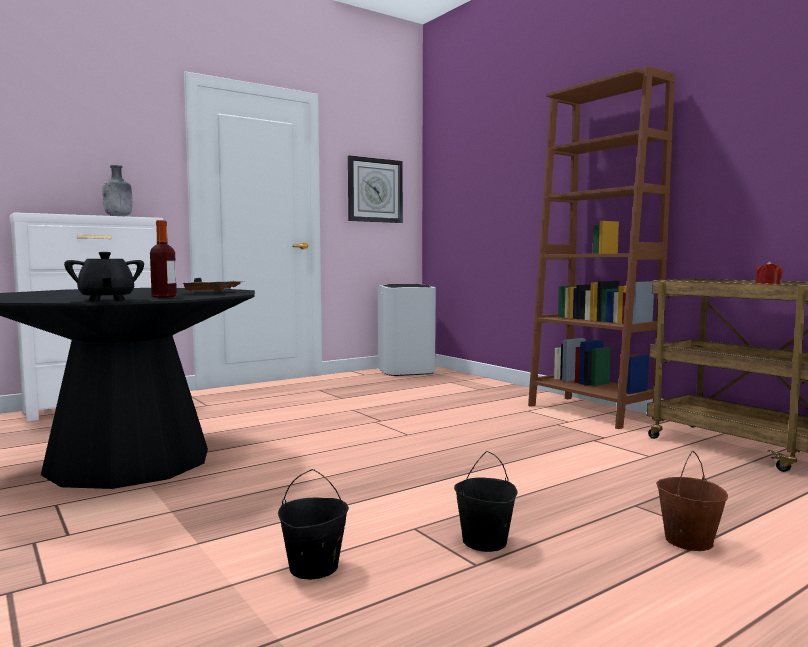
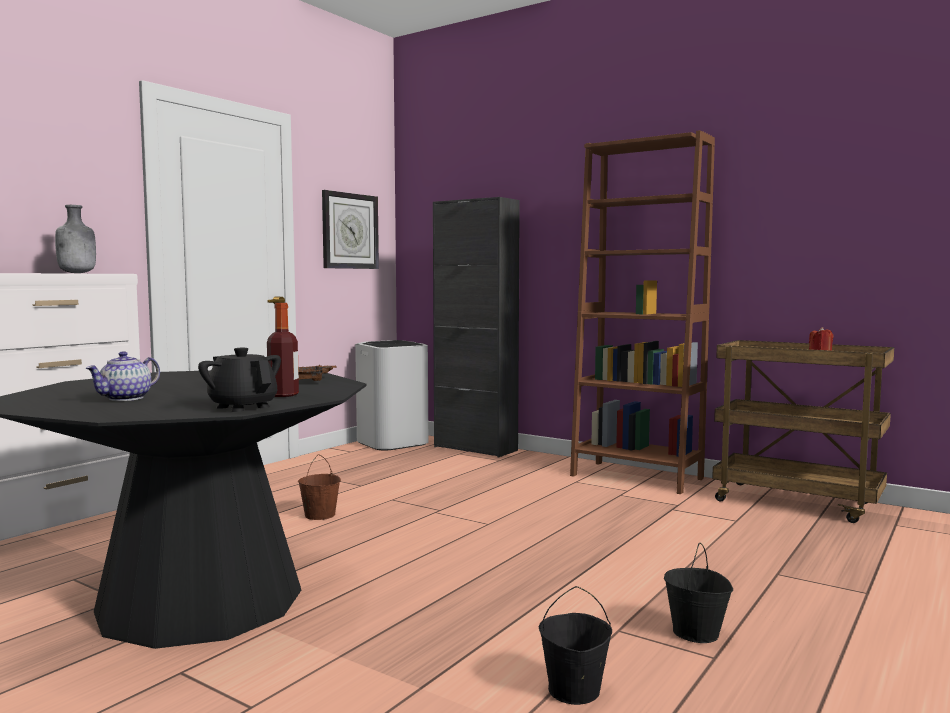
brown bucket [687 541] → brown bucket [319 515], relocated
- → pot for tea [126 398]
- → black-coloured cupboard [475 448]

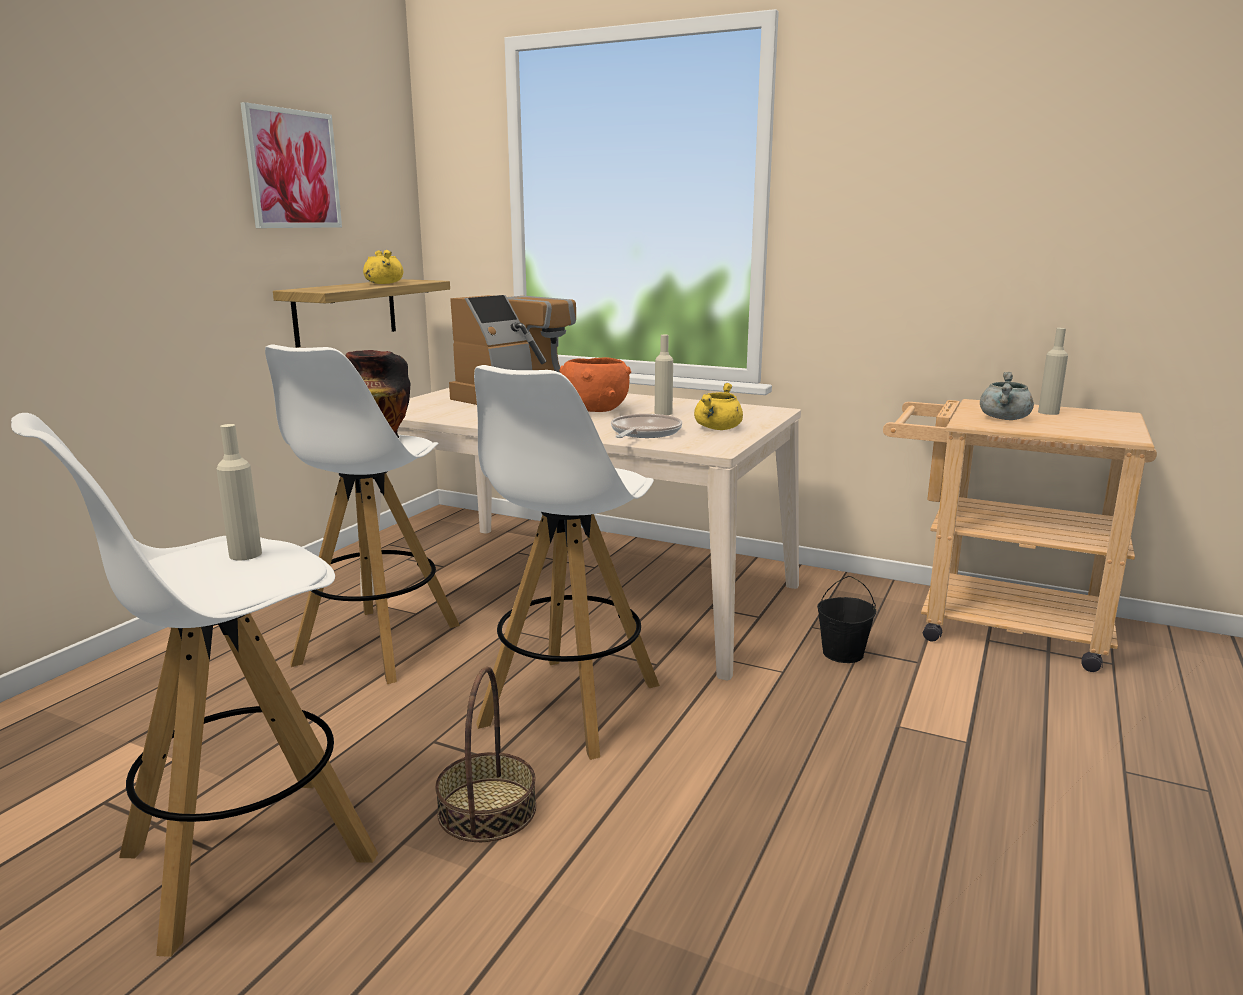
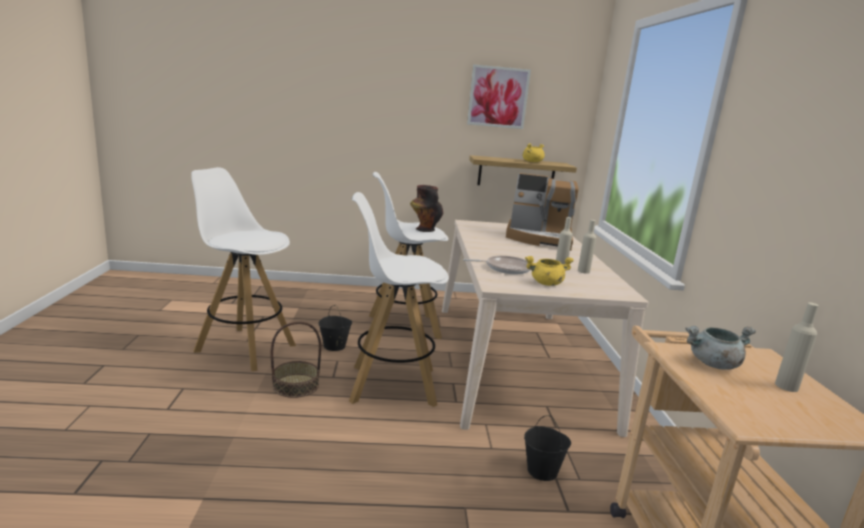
beige beverage bottle [245 554] → beige beverage bottle [583 271], relocated
orangey serving bowl [595 410] → -
- → black-coloured bucket [334 346]

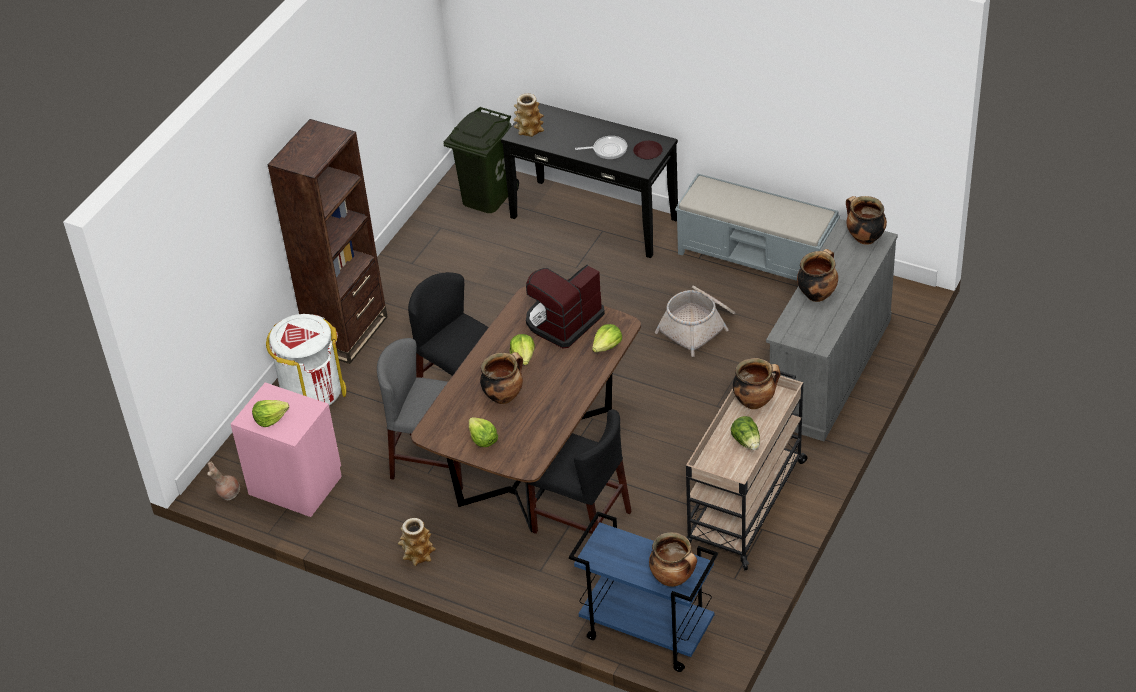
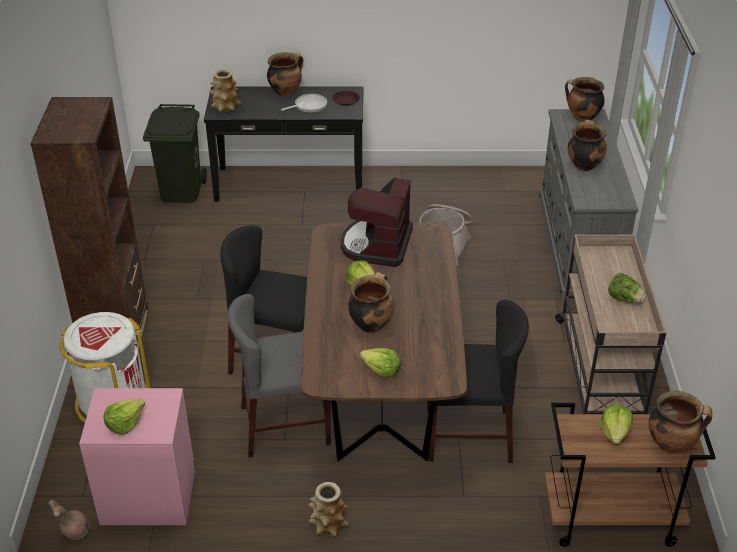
blue-coloured trolley [645 632] → brown trolley [609 519]
lettuce head [607 346] → lettuce head [615 432], relocated
gray bench [757 258] → -
cooking pot [755 401] → cooking pot [285 91], relocated

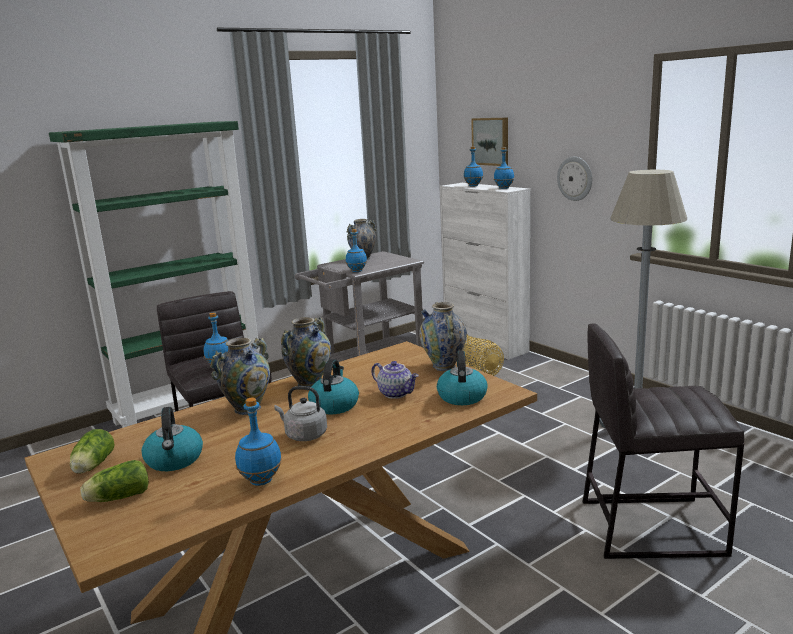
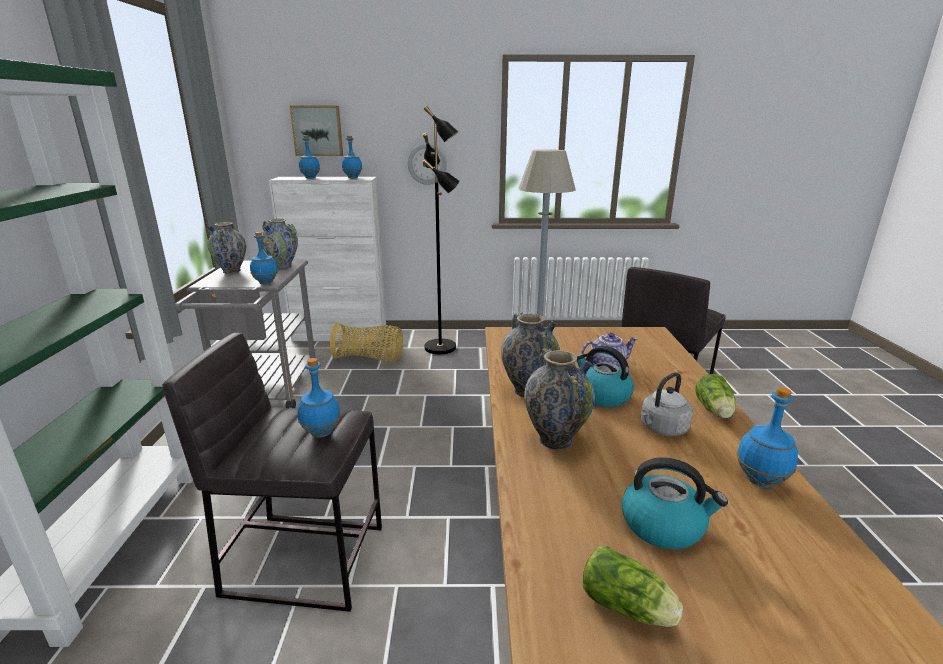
lettuce head [117 498] → lettuce head [714 411], relocated
flower vase [444 366] → flower vase [283 266], relocated
water kettle [461 396] → -
- → black-coloured standard lamp [441 347]

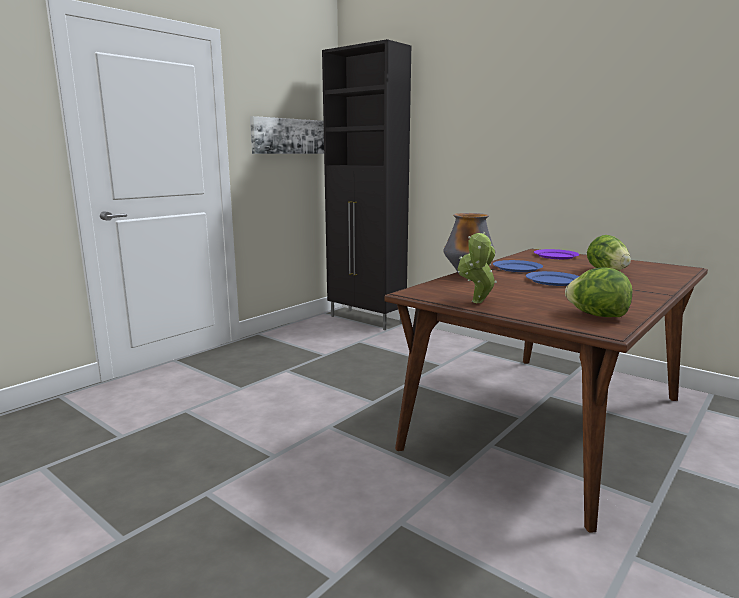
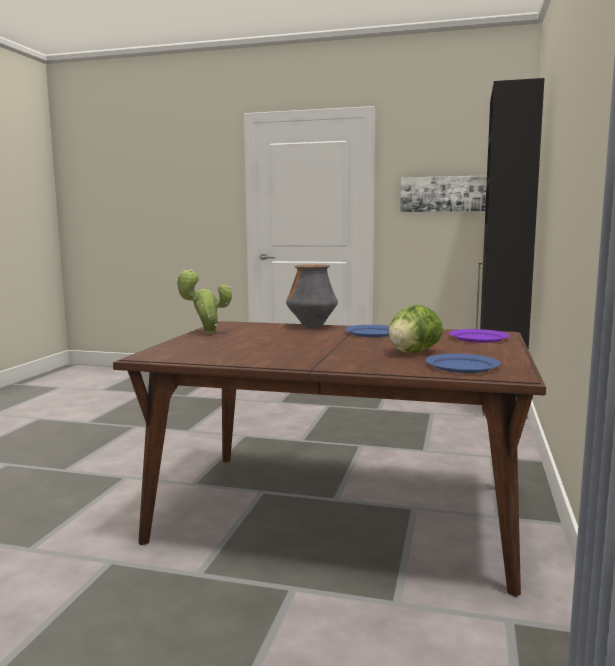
blue-coloured flat dish [552 281] → blue-coloured flat dish [461 366], relocated
lettuce head [596 315] → -

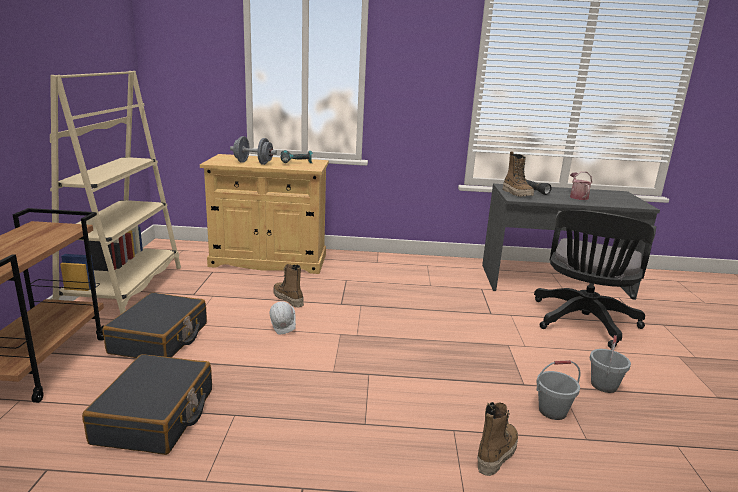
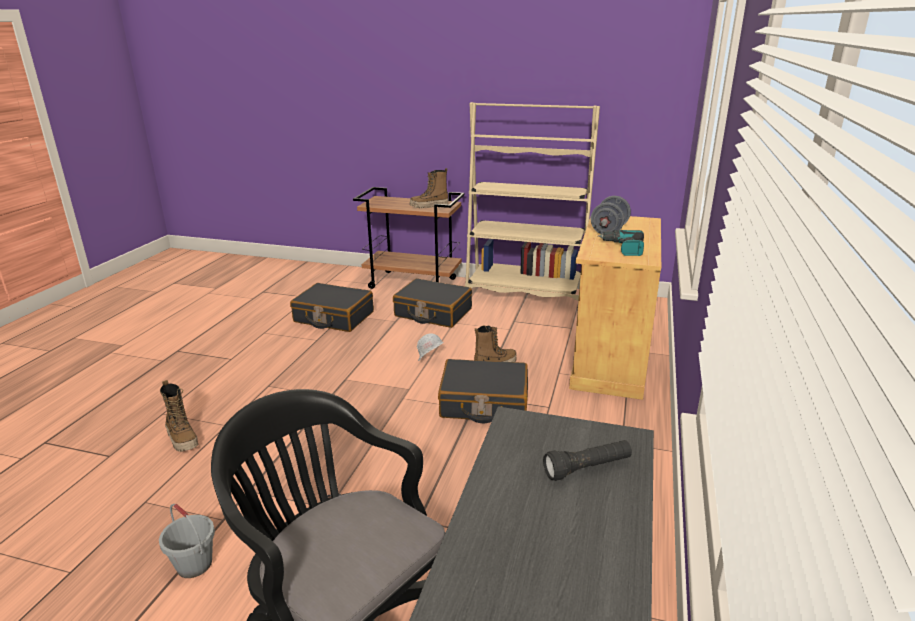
tall boot [517 193] → tall boot [429 206], relocated
gray bucket [552 411] → -
watering can [577 197] → -
- → black-coloured suitcase [484 403]

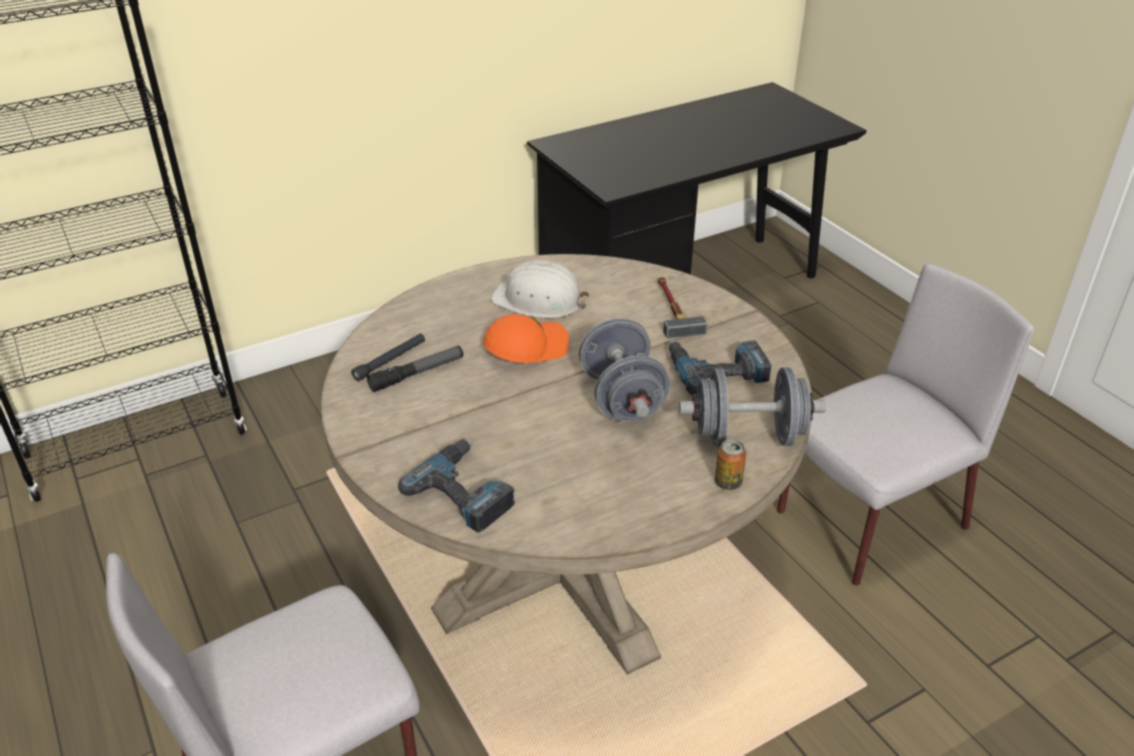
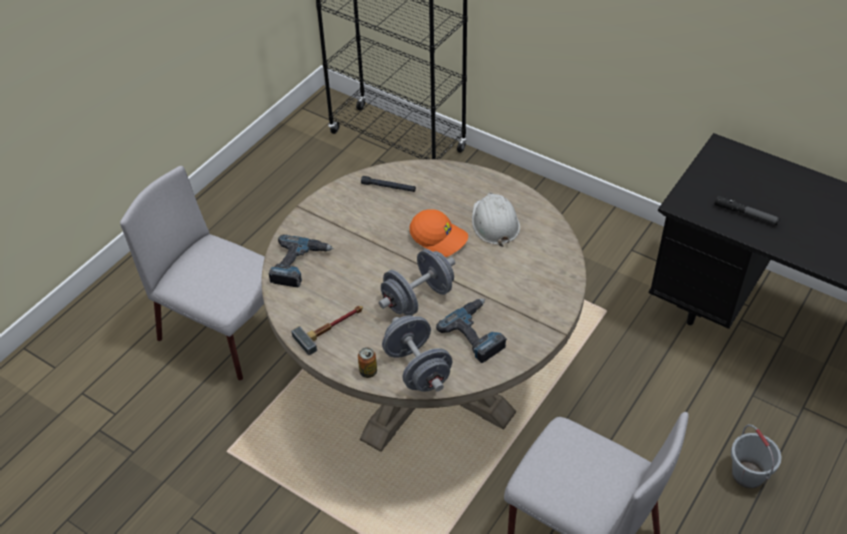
torch [417 374] → torch [746 214], relocated
hand hammer [672 309] → hand hammer [332 328], relocated
- → gray bucket [748 475]

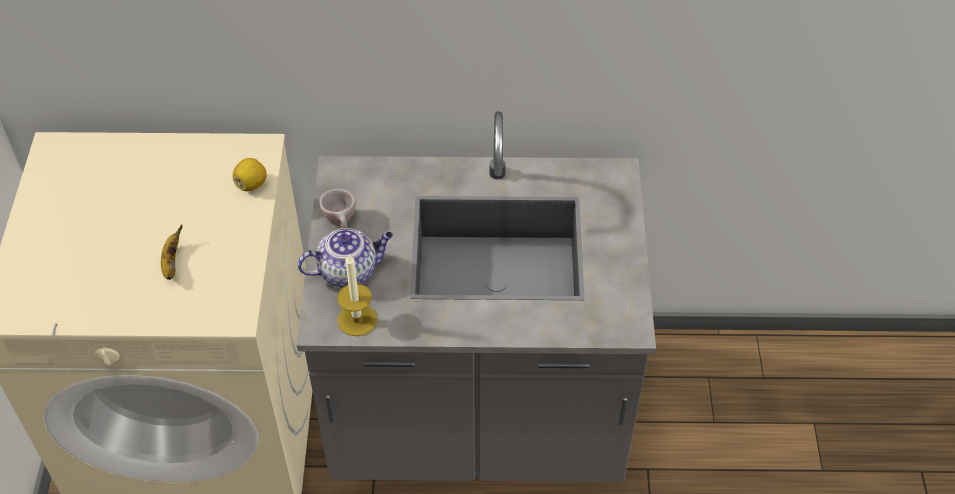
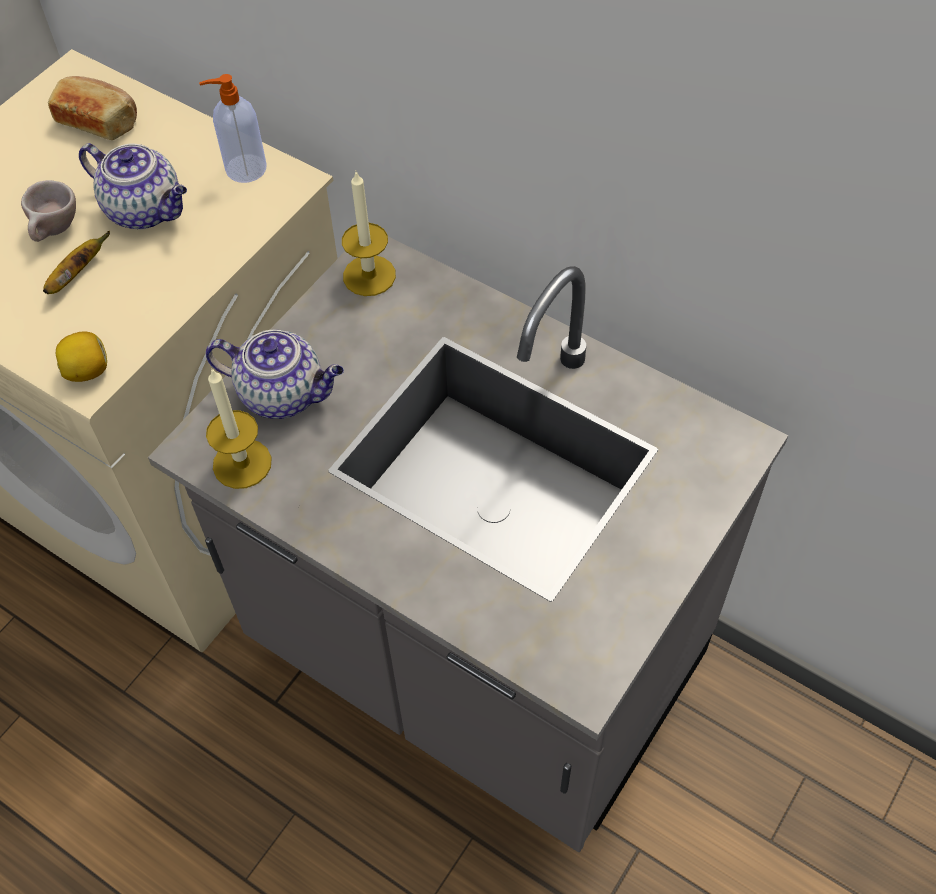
whole lemon [251 184] → whole lemon [88 371], relocated
beige cup [341 223] → beige cup [56 232], relocated
- → bakery bread [99 121]
- → pot for tea [146 210]
- → soap dispenser [244 169]
- → candle [369 275]

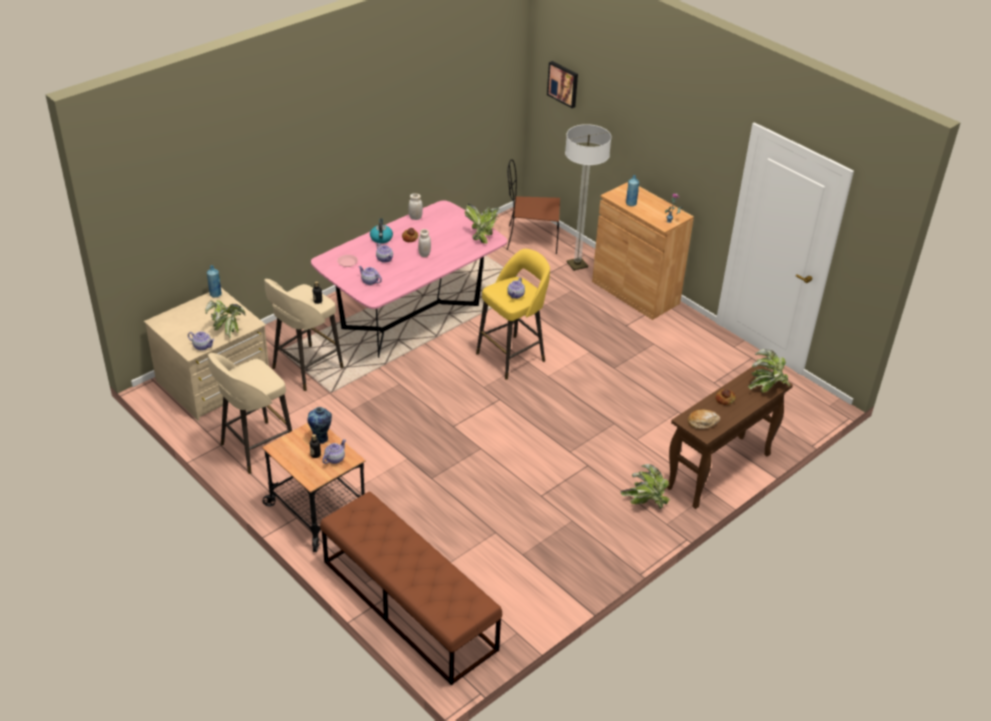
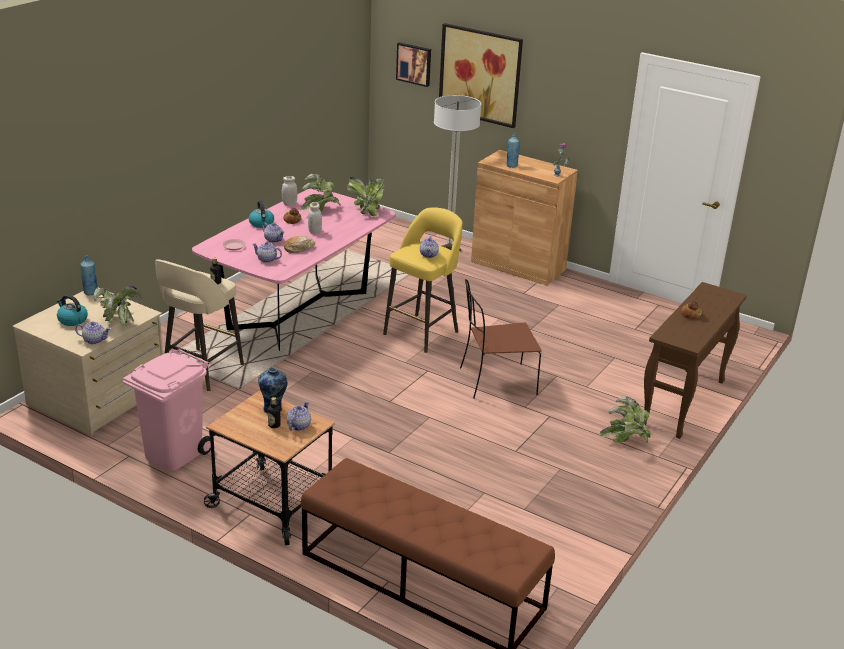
beige sitting stool [256 448] → pink rubbish bin [173 453]
brown upright chair [530 239] → brown upright chair [495 381], relocated
bakery bread [702 422] → bakery bread [299 248], relocated
plant in a pot [767 386] → plant in a pot [321 209], relocated
- → water kettle [72 320]
- → wall picture [480 75]

